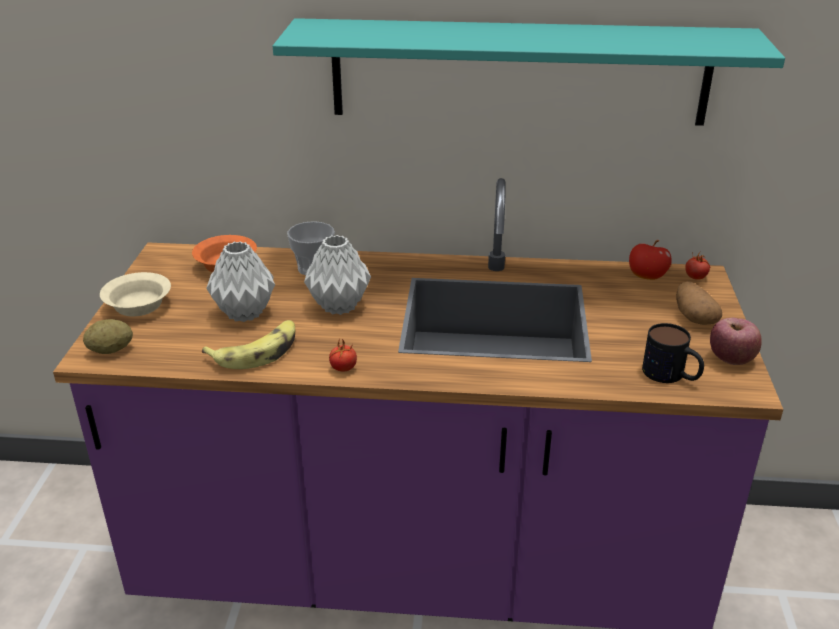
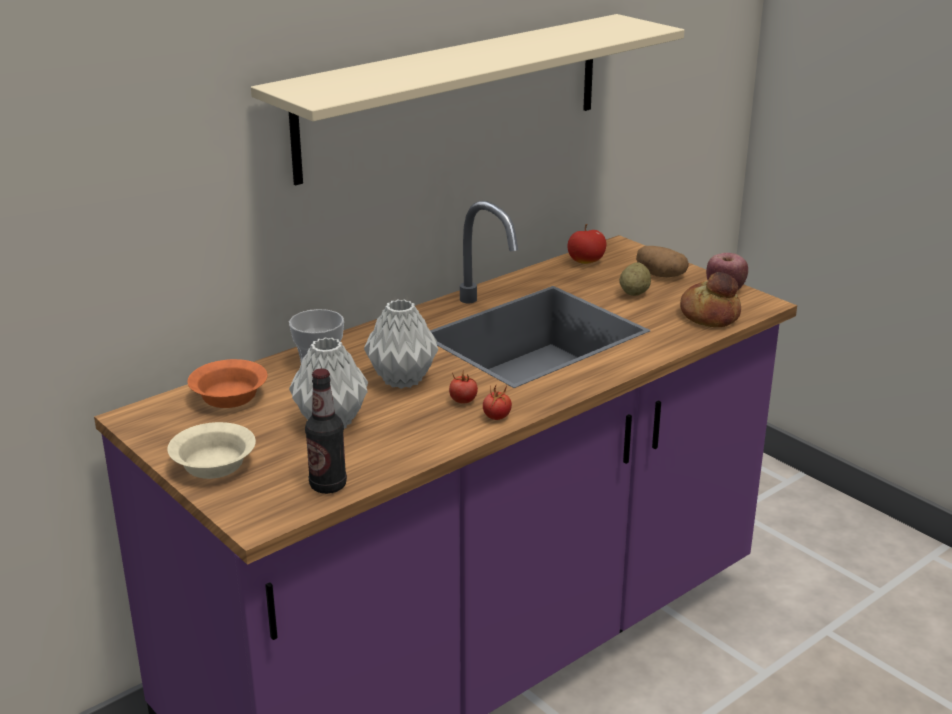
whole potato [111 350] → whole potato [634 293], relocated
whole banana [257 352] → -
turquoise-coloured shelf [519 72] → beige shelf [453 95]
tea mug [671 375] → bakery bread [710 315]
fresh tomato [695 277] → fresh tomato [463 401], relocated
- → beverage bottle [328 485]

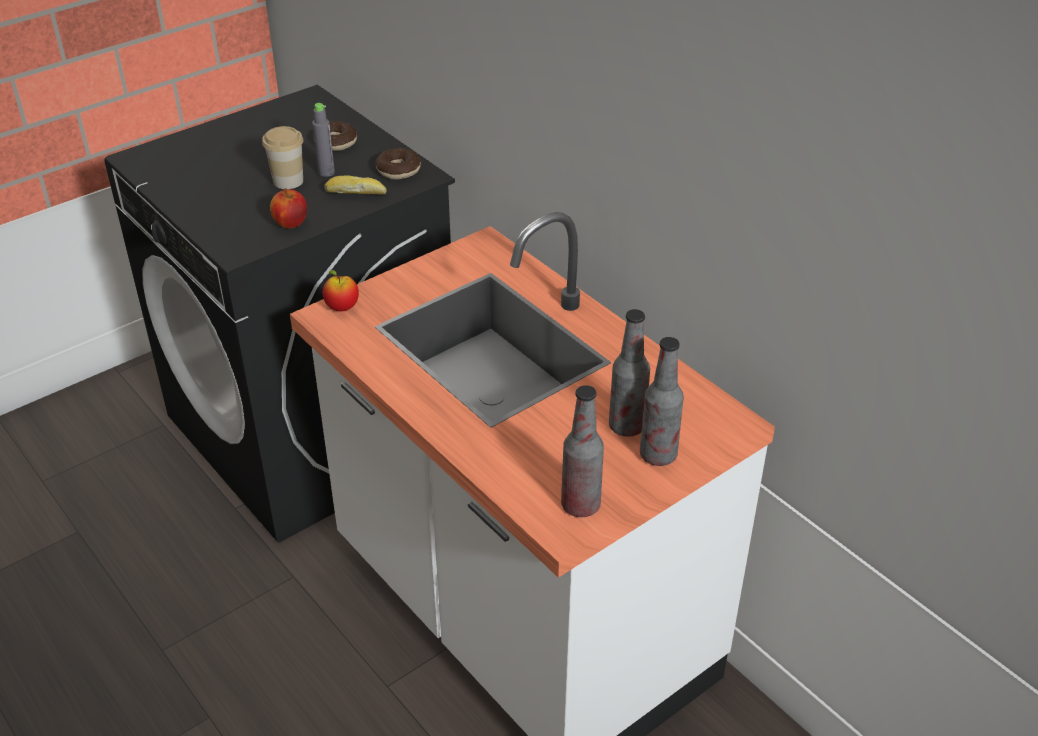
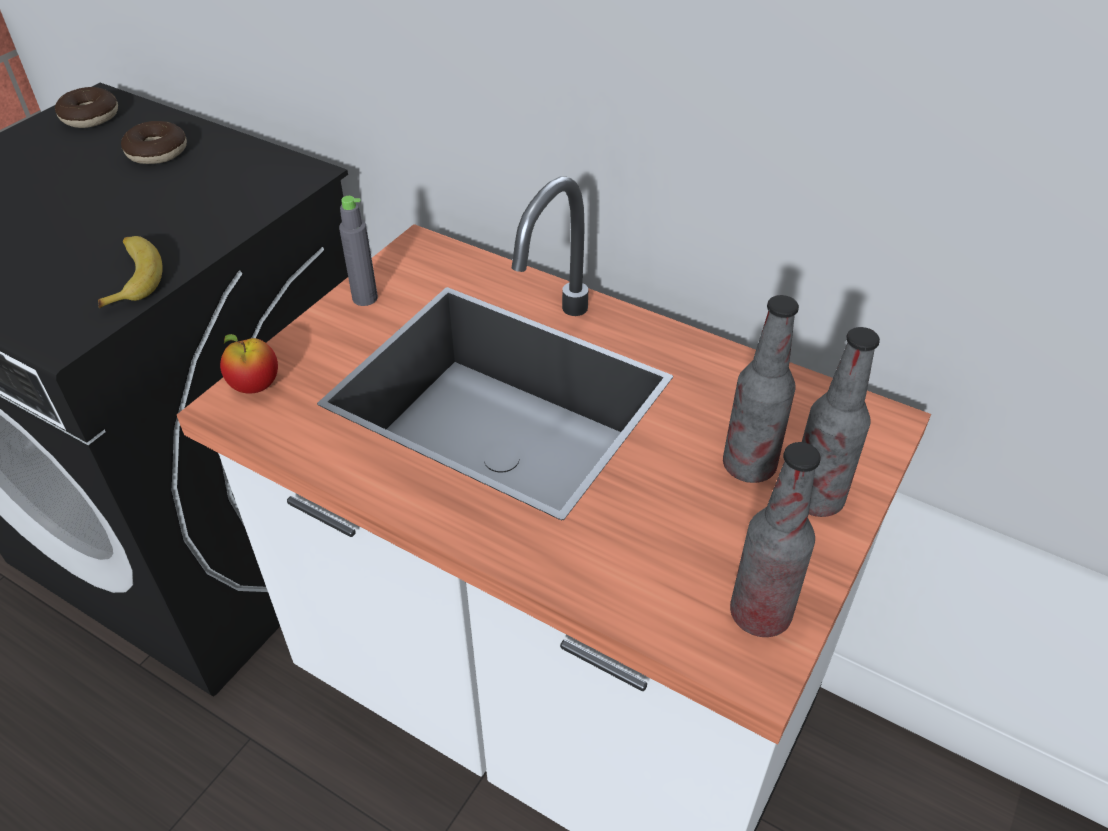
cup [288 181] → -
apple [290 224] → whole banana [133 277]
gray beverage bottle [326 172] → gray beverage bottle [365 298], relocated
bakery bread [356 192] → -
donut [398 170] → donut [90 117], relocated

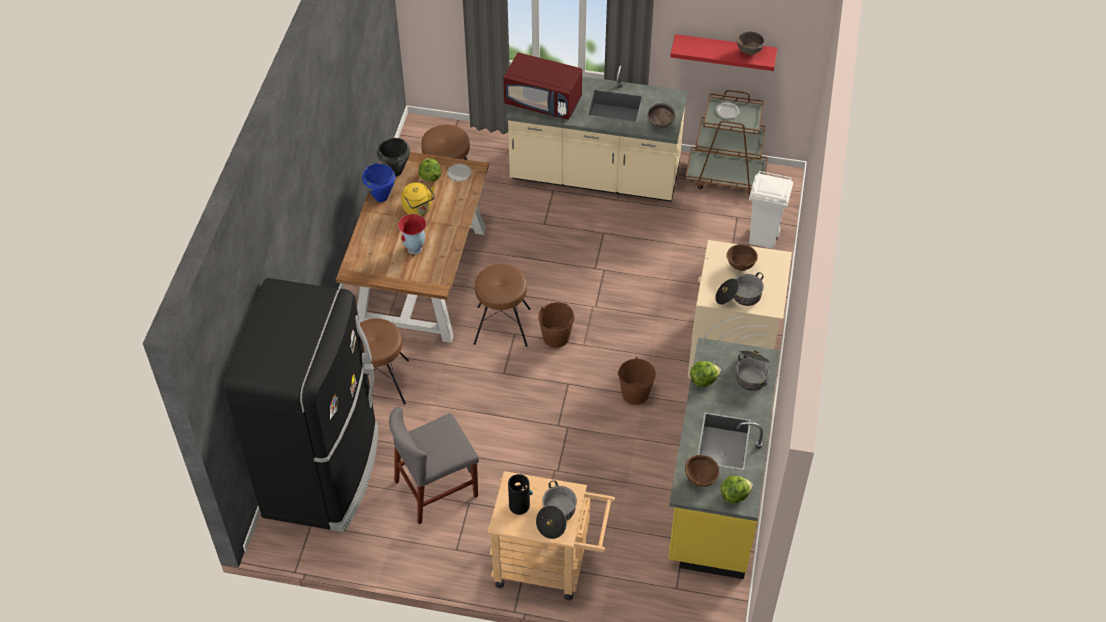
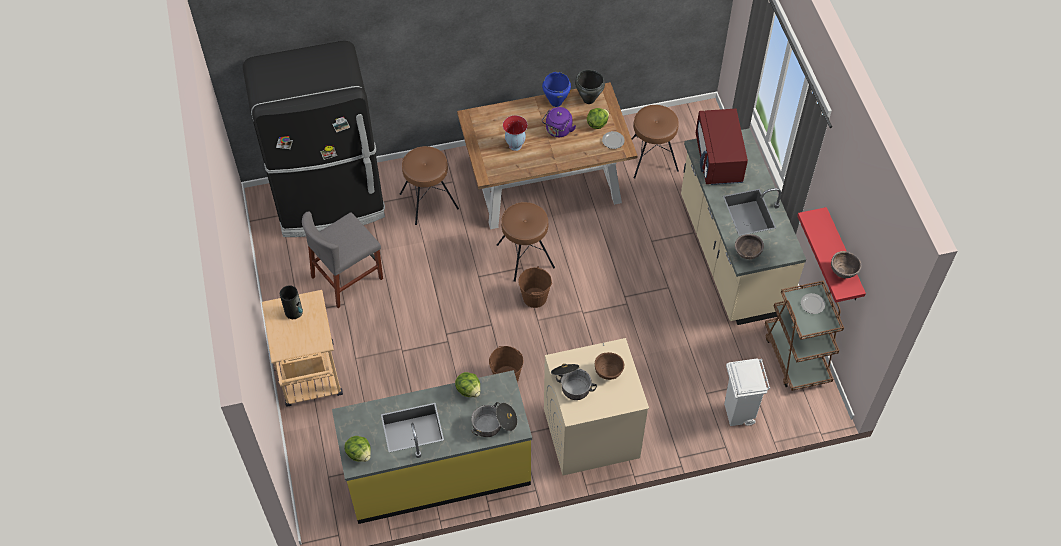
gray upright chair [436 489] → gray upright chair [347 278], 75 degrees counterclockwise
yellow-coloured water kettle [418 209] → purple-coloured water kettle [558 131]
cooking pot [556 516] → -
brown serving bowl [700 479] → -

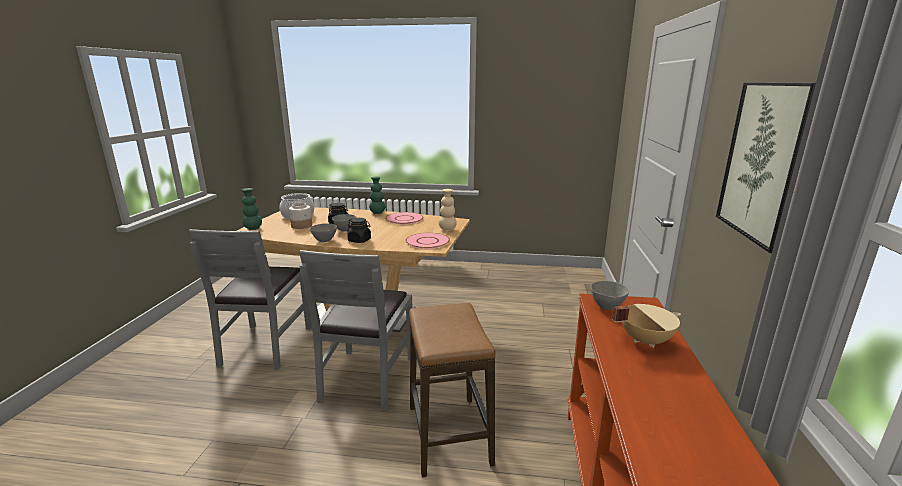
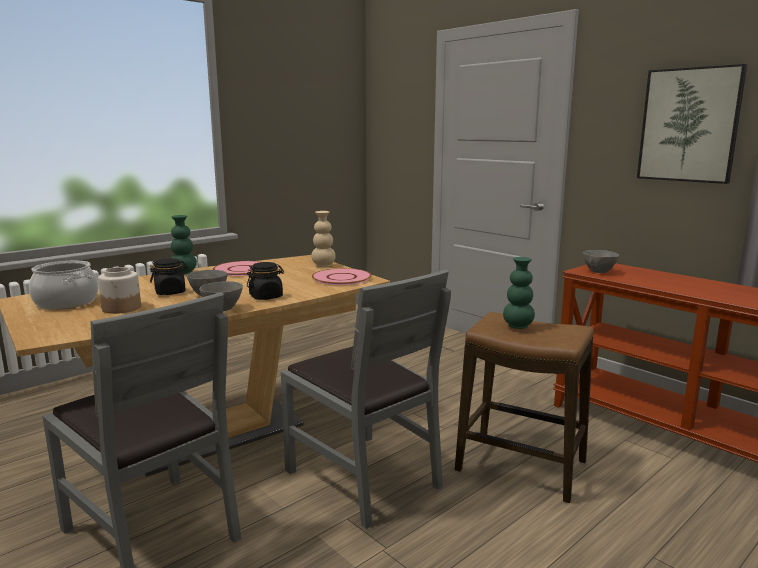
green-coloured flower vase [253 228] → green-coloured flower vase [518 326], relocated
beige cooking pot [644 340] → -

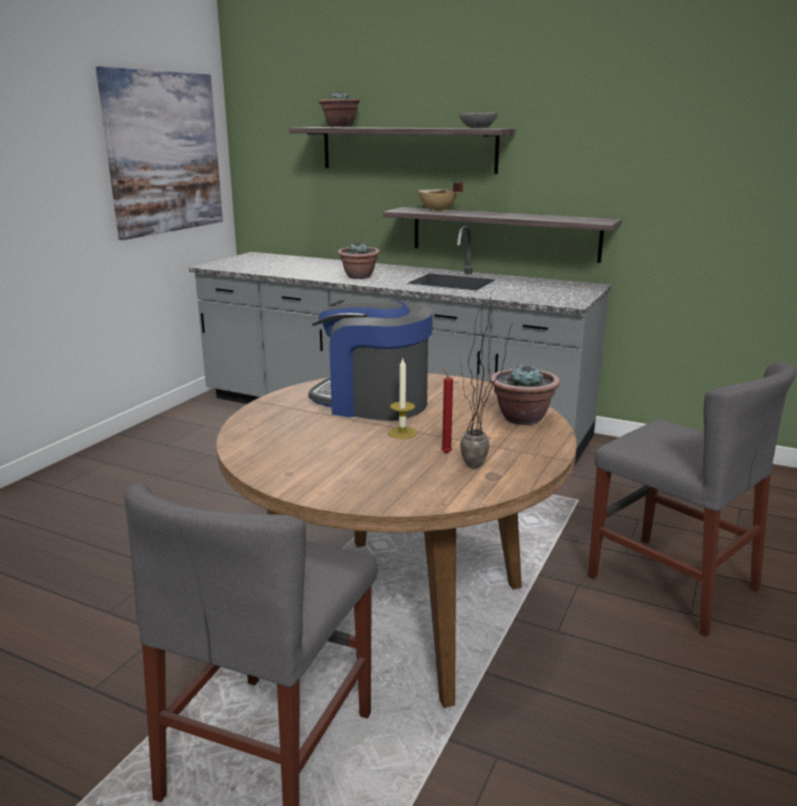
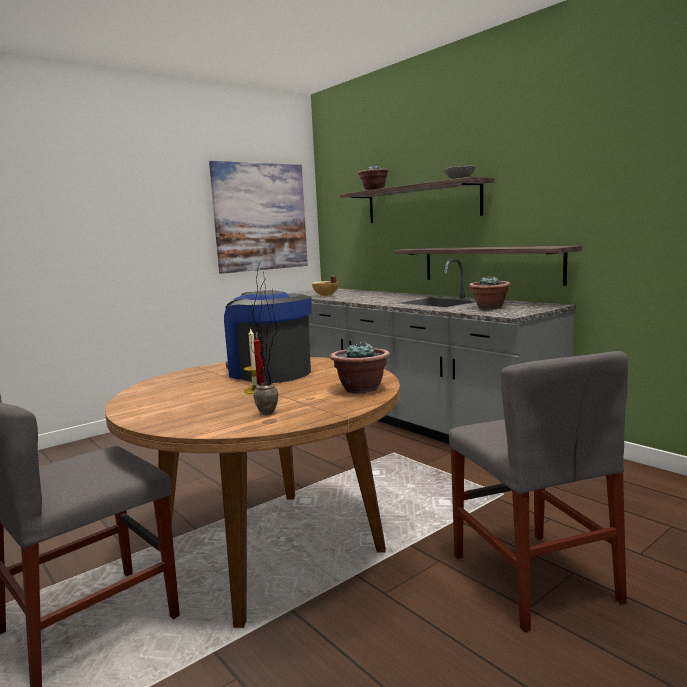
plant in a pot [359 277] → plant in a pot [489 308], relocated
beige cooking pot [437 211] → beige cooking pot [325 296], relocated

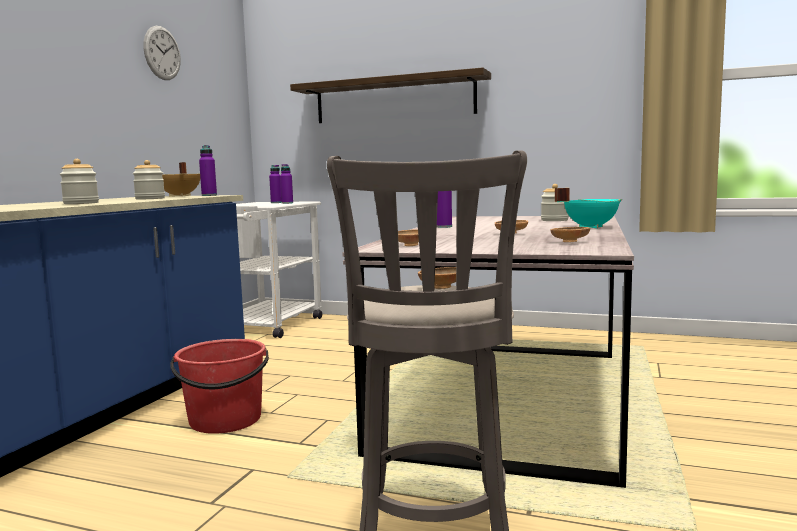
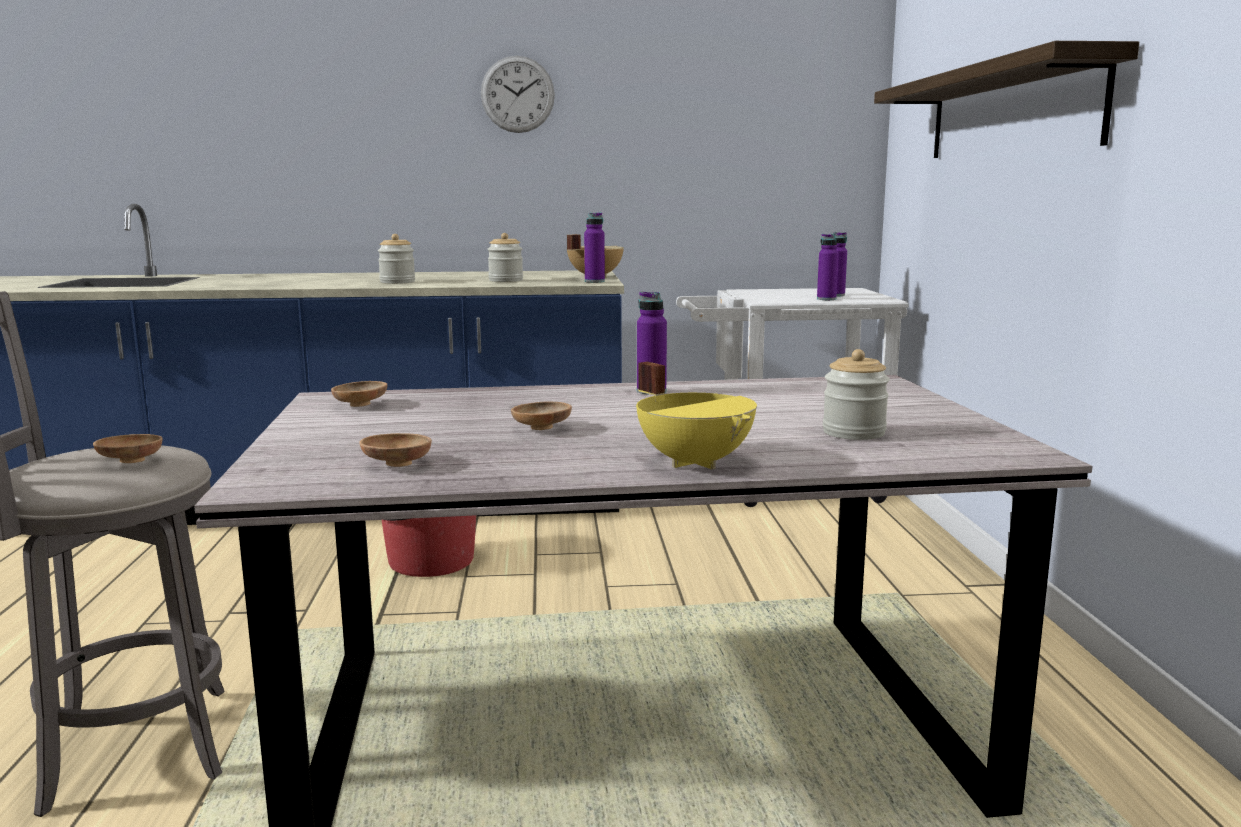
hanging clock [162 53] → hanging clock [517 94], relocated
turquoise-coloured cooking pot [590 227] → yellow-coloured cooking pot [696 462]

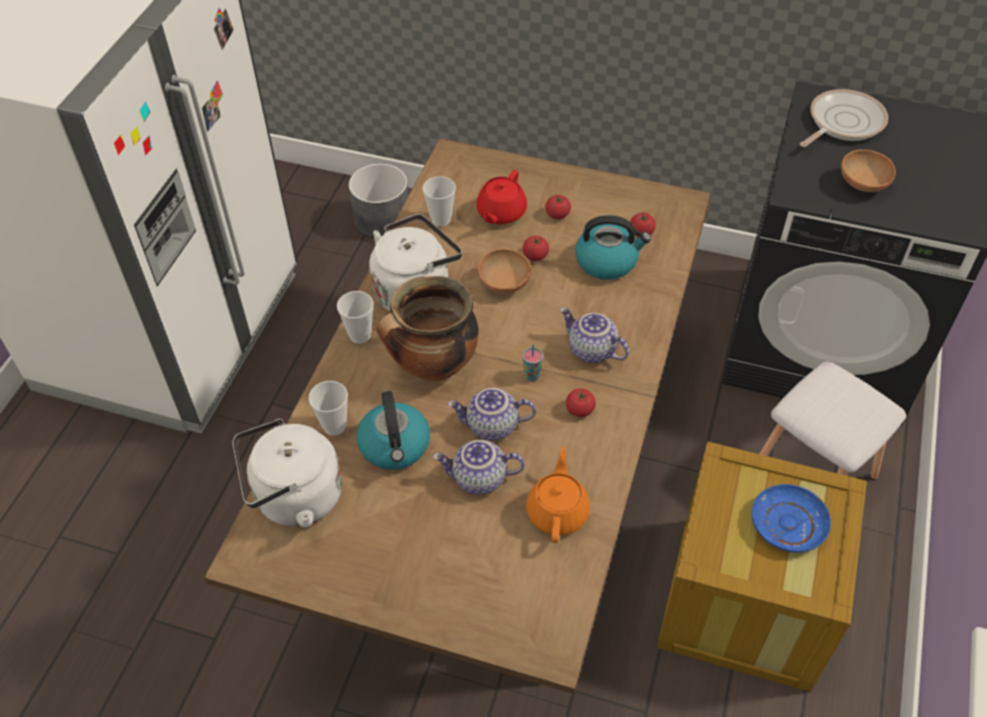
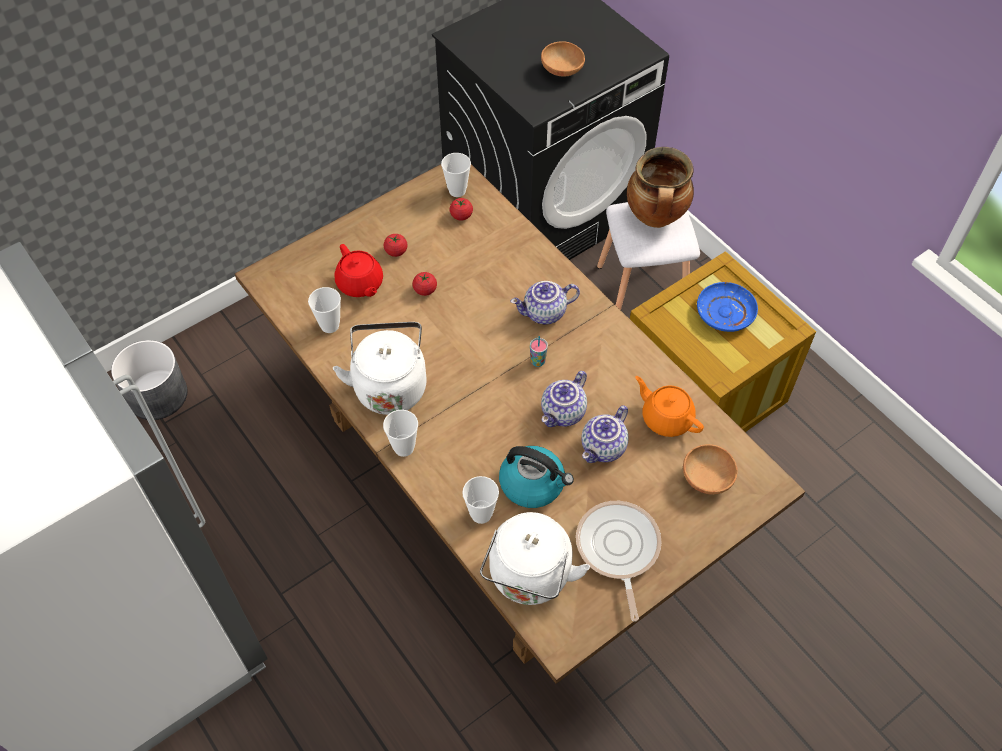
cooking pot [433 367] → cooking pot [656 218], relocated
brown serving bowl [503 284] → brown serving bowl [707 479], relocated
fresh tomato [580 410] → -
water kettle [607 261] → -
frying pan [842 122] → frying pan [617 549], relocated
- → cup [457 191]

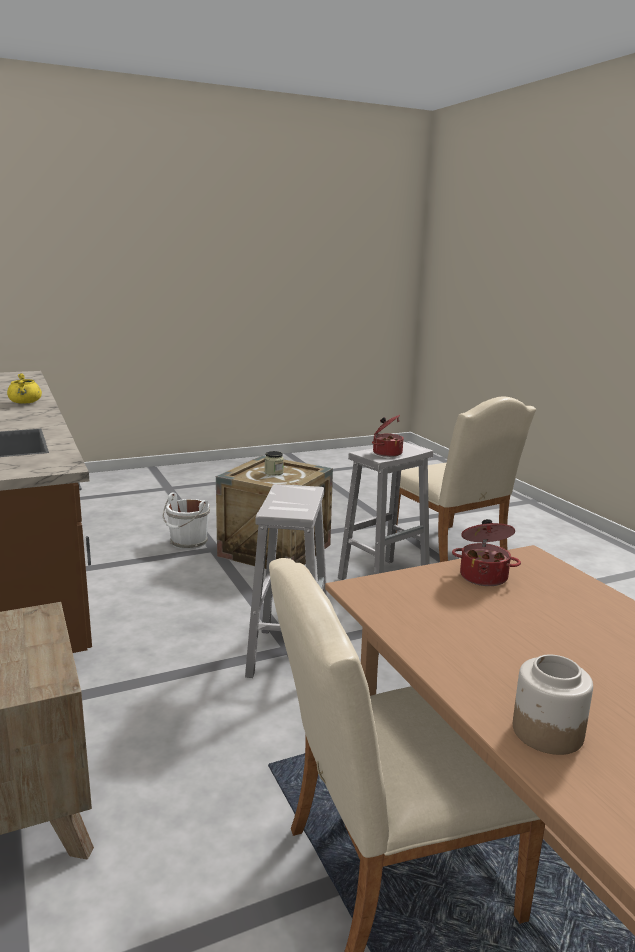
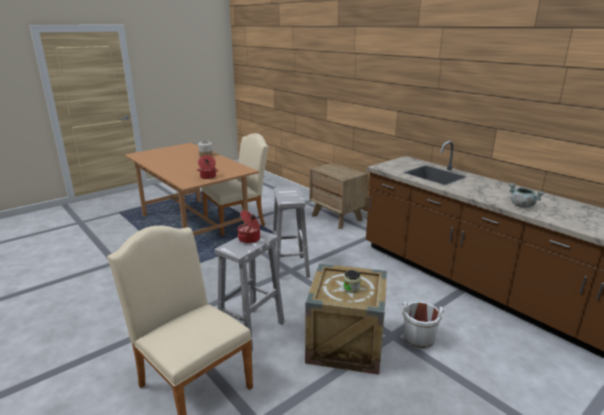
yellow-coloured cooking pot [25 403] → gray cooking pot [521 206]

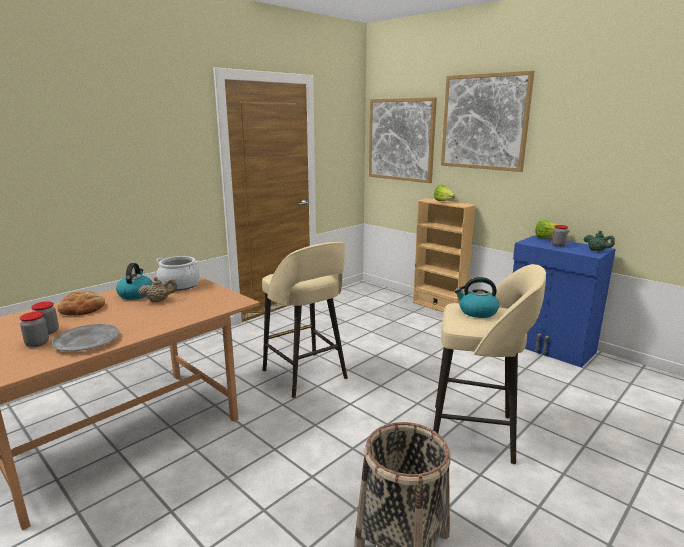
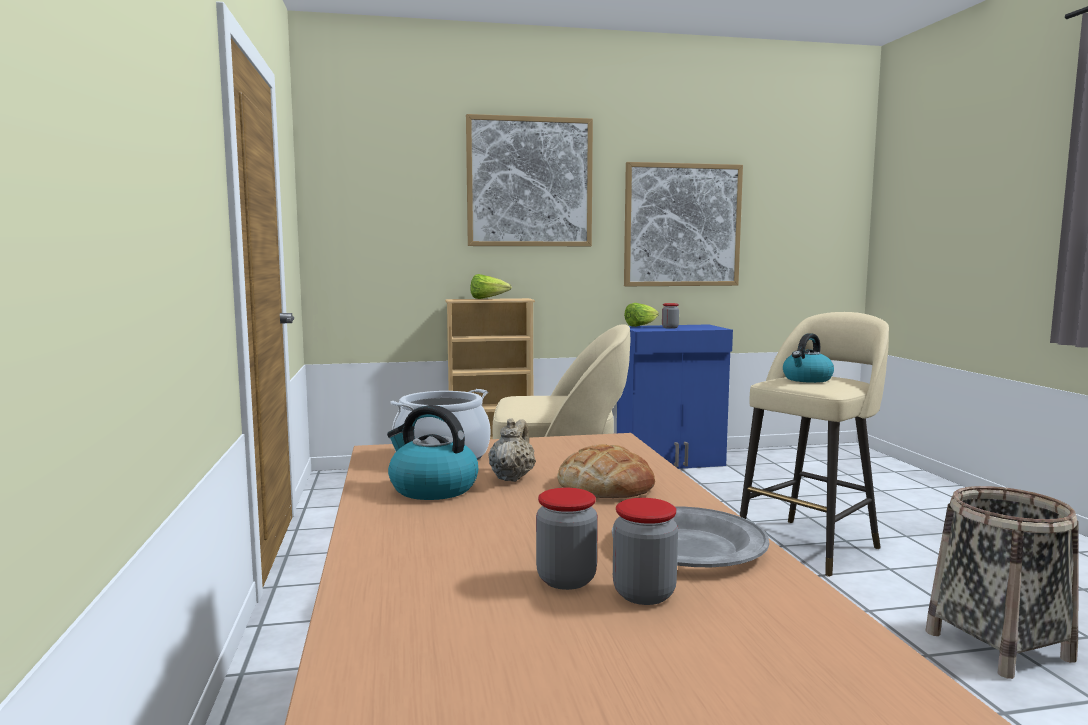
bakery bread [82 308] → bakery bread [606 485], relocated
wall picture [401 139] → wall picture [682 225], relocated
green-coloured pot for tea [597 251] → -

